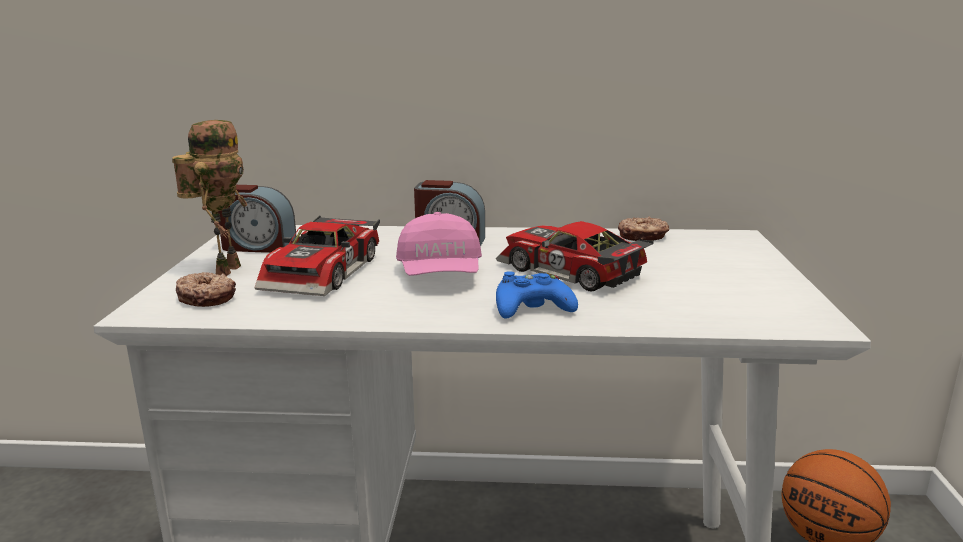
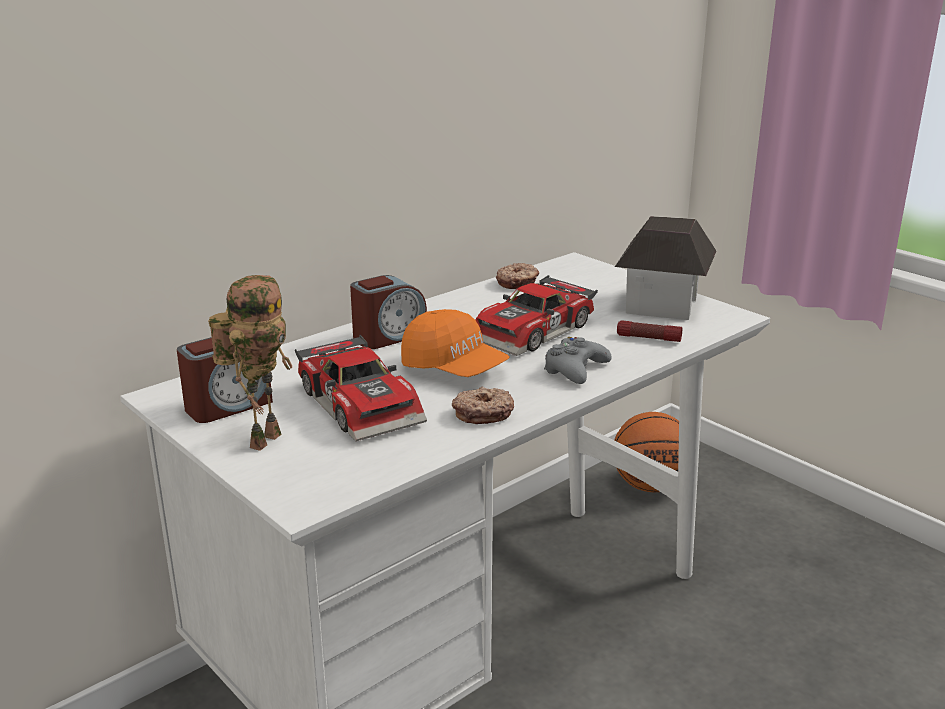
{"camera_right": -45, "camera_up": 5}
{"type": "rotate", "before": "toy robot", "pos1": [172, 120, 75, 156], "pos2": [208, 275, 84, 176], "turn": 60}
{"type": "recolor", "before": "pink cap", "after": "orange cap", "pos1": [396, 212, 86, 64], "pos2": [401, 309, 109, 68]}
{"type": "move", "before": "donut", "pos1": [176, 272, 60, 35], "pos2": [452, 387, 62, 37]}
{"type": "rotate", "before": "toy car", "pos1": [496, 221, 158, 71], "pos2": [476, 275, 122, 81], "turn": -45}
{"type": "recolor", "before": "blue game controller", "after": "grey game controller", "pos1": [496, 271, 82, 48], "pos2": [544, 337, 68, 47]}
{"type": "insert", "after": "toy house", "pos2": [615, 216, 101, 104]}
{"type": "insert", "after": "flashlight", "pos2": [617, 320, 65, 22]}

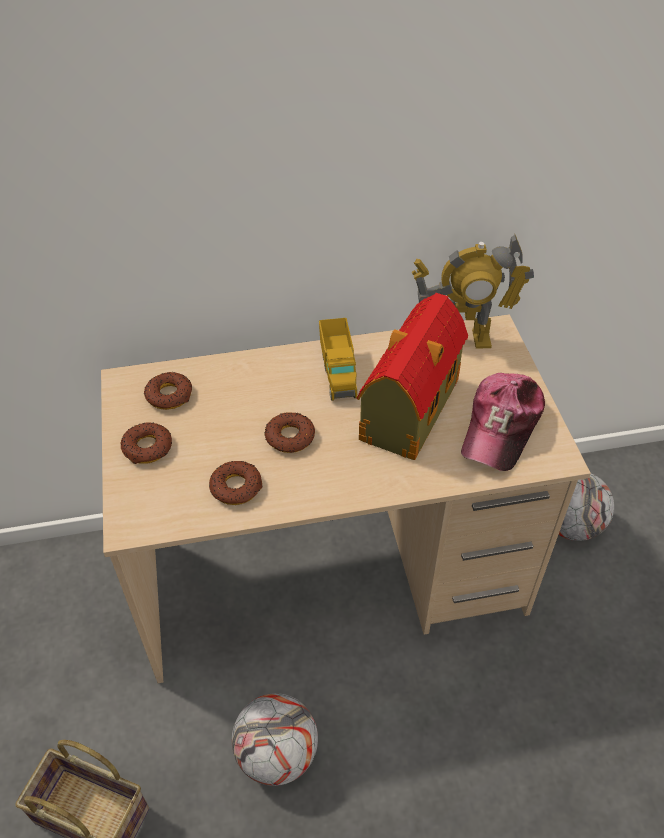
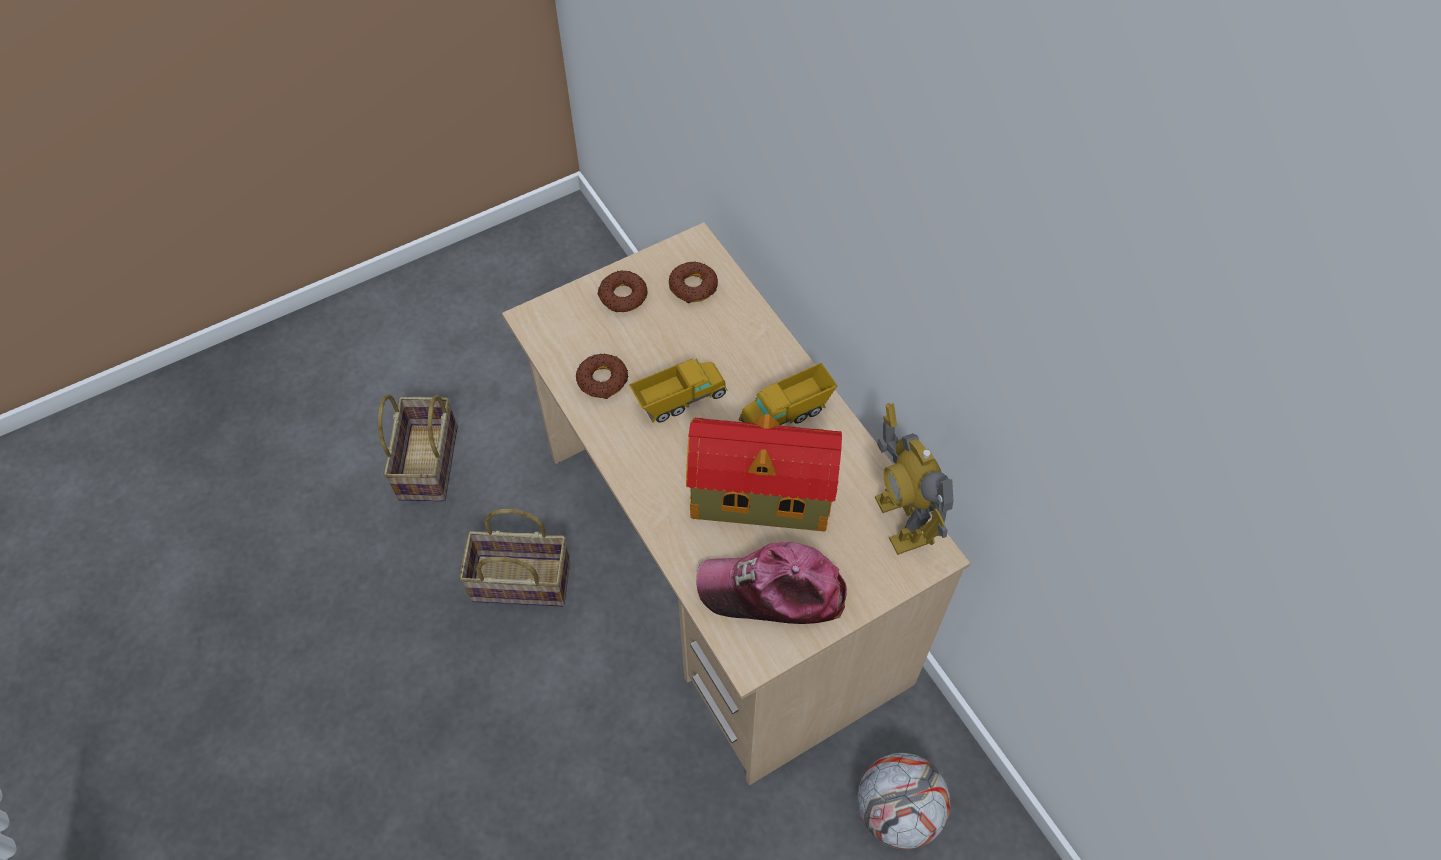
{"camera_right": 70, "camera_up": 10}
{"type": "replace", "before": "football", "after": "basket", "pos1": [232, 693, 86, 93], "pos2": [459, 509, 111, 98]}
{"type": "replace", "before": "donut", "after": "toy truck", "pos1": [264, 412, 51, 41], "pos2": [629, 359, 99, 64]}

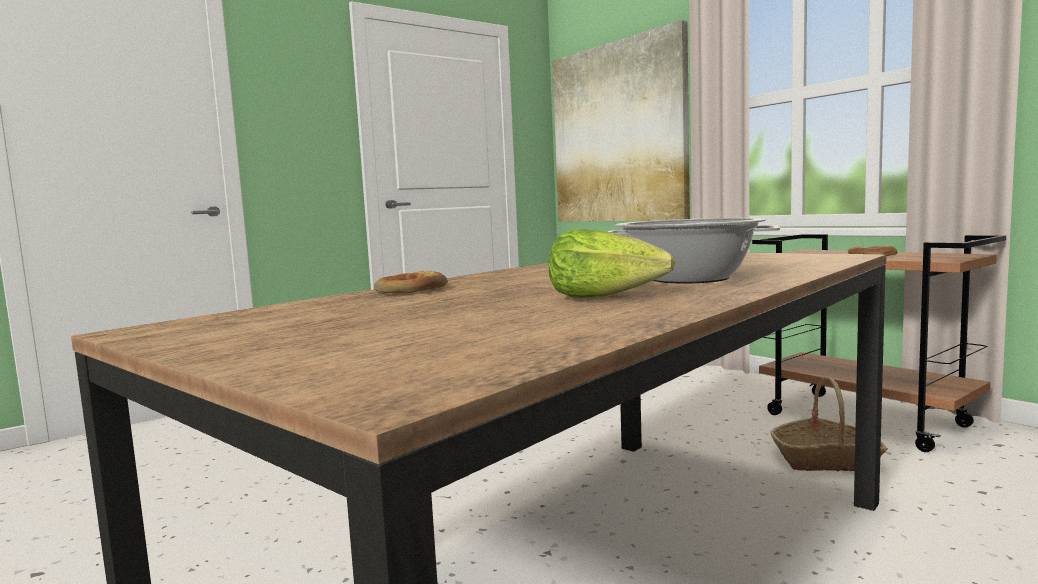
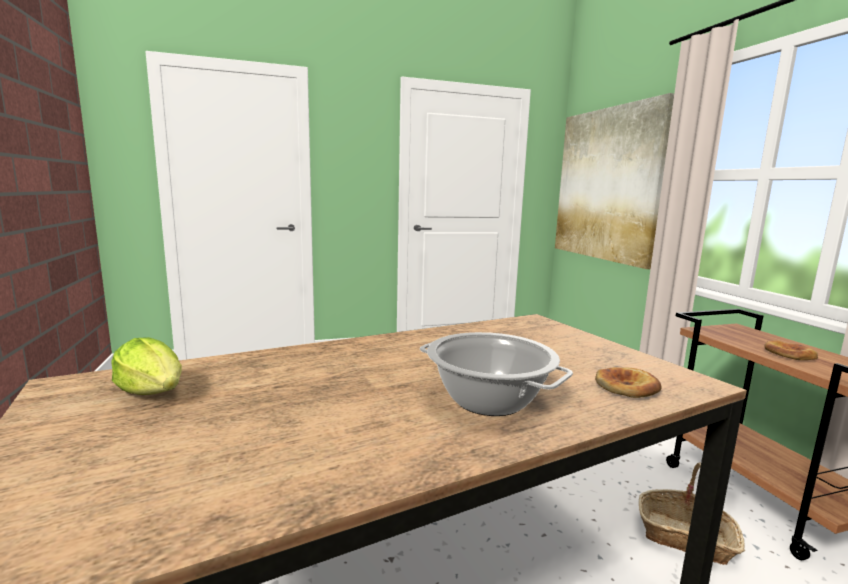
{"camera_right": 20, "camera_up": 5}
{"type": "move", "before": "lettuce", "pos1": [549, 229, 126, 69], "pos2": [111, 337, 71, 58]}
{"type": "move", "before": "bread", "pos1": [374, 271, 74, 22], "pos2": [595, 367, 67, 31]}

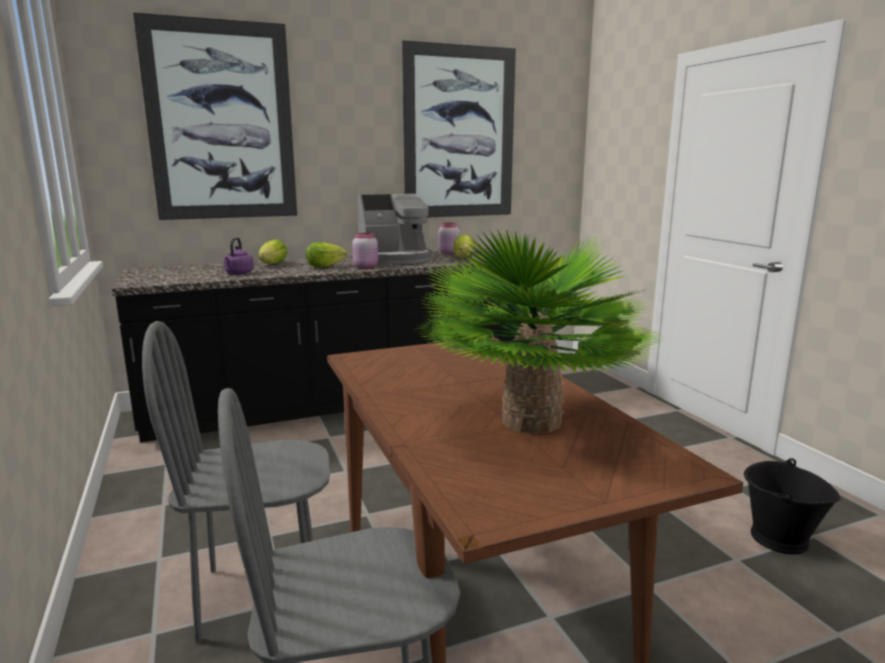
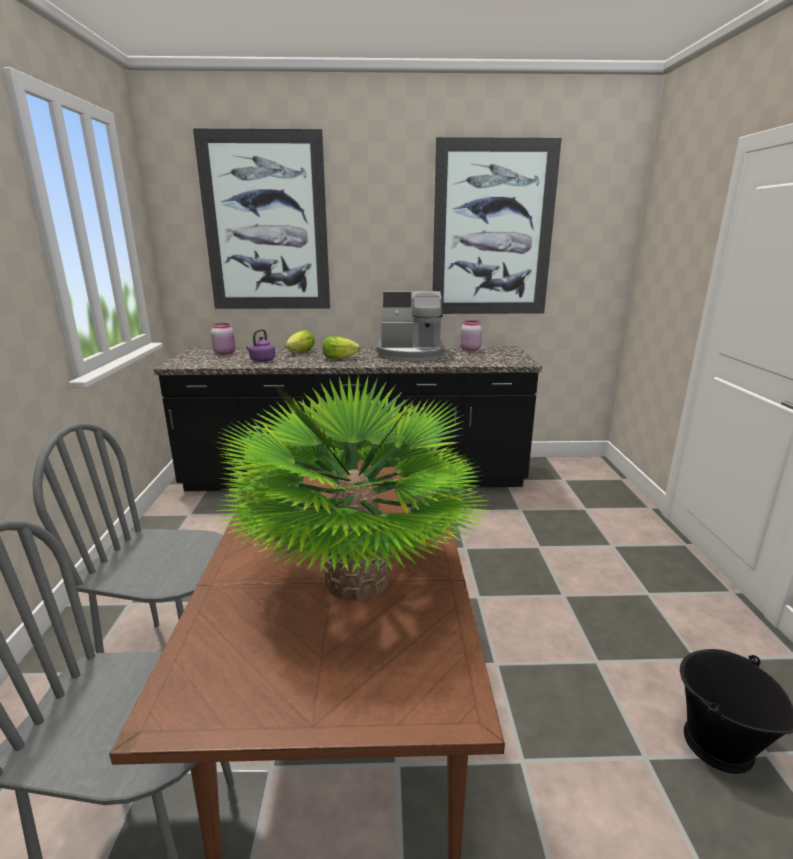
{"camera_right": 20, "camera_up": 5}
{"type": "move", "before": "pink jar", "pos1": [352, 233, 26, 36], "pos2": [211, 323, 24, 32]}
{"type": "delete", "before": "lettuce", "pos1": [453, 234, 22, 24]}

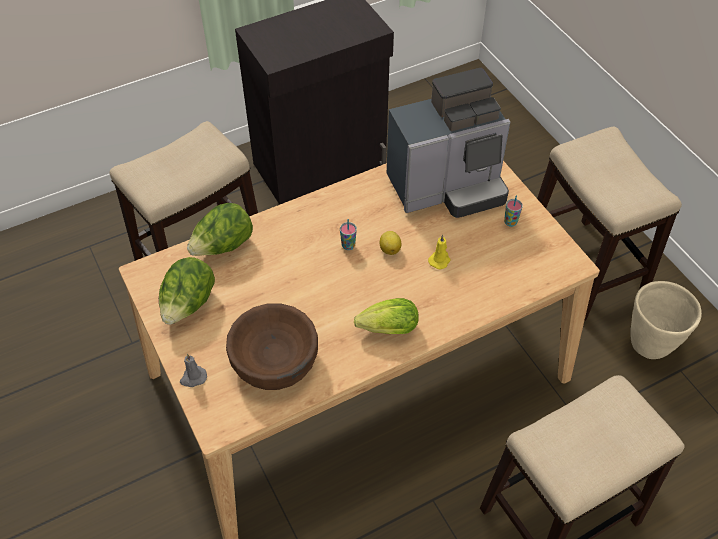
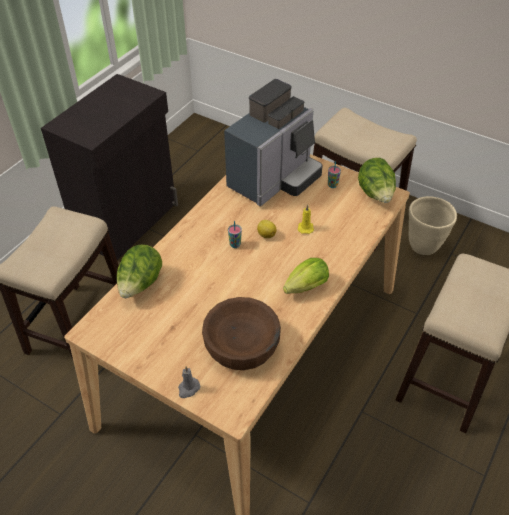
{"camera_right": -30, "camera_up": -5}
{"type": "move", "before": "lettuce", "pos1": [159, 257, 56, 68], "pos2": [358, 158, 38, 45]}

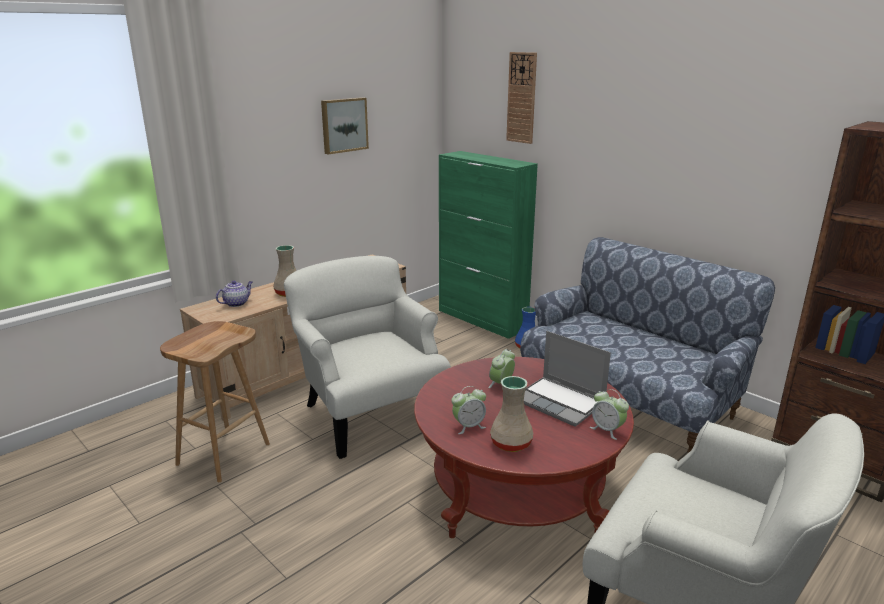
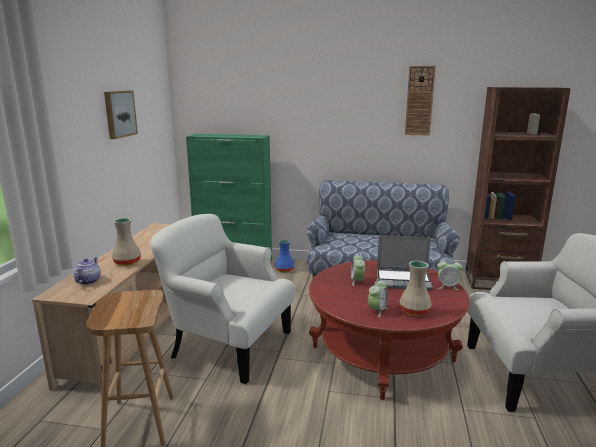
{"camera_right": -35, "camera_up": -5}
{"type": "move", "before": "wall clock", "pos1": [506, 52, 31, 92], "pos2": [405, 66, 31, 70]}

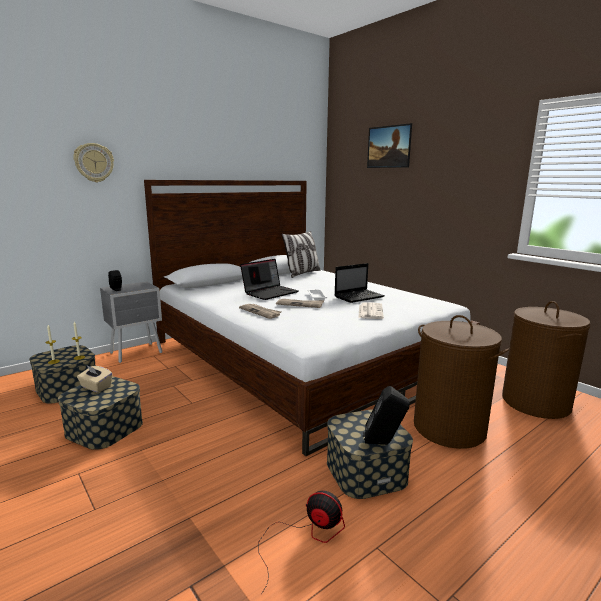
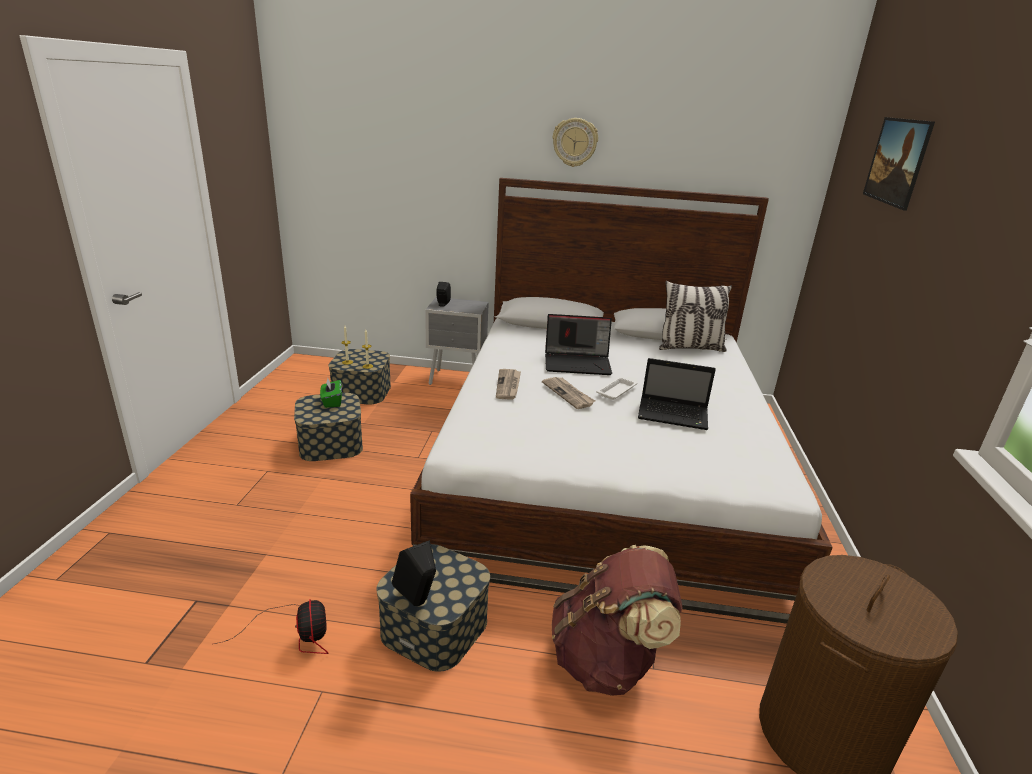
{"camera_right": 45, "camera_up": 10}
{"type": "recolor", "before": "beige tissue box", "after": "green tissue box", "pos1": [77, 366, 35, 27], "pos2": [320, 377, 22, 31]}
{"type": "replace", "before": "brown laundry basket", "after": "brown backpack", "pos1": [414, 315, 95, 134], "pos2": [552, 545, 131, 150]}
{"type": "move", "before": "wall clock", "pos1": [73, 143, 41, 39], "pos2": [553, 118, 45, 49]}
{"type": "delete", "before": "newspaper", "pos1": [359, 302, 25, 17]}

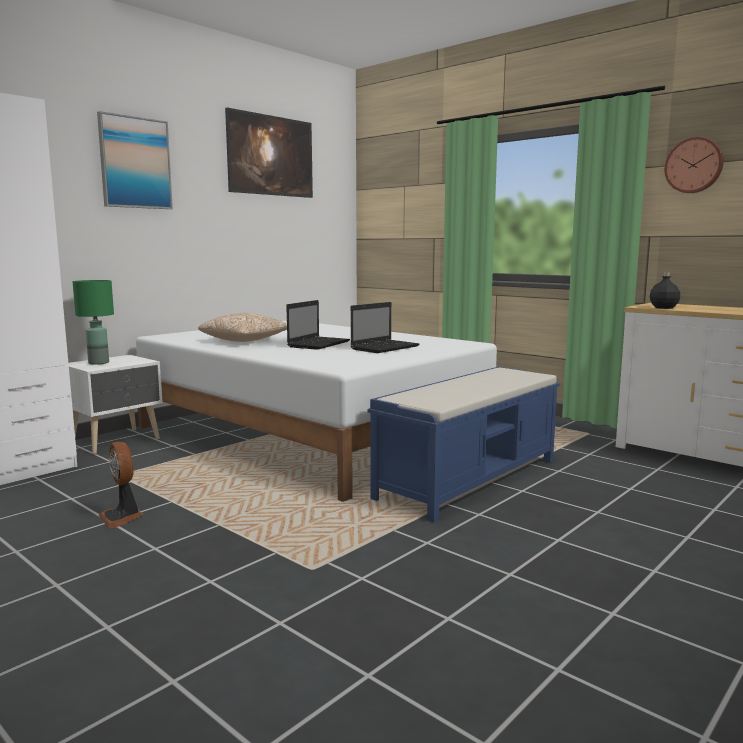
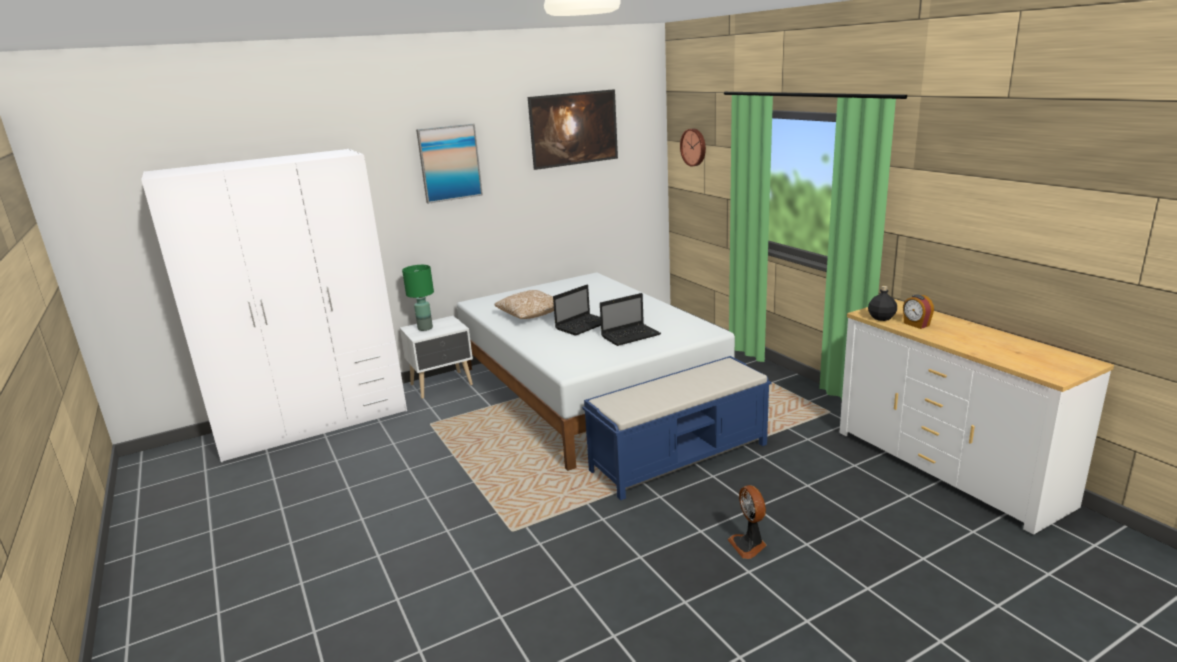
{"camera_right": 20, "camera_up": 10}
{"type": "move", "before": "wall clock", "pos1": [664, 137, 60, 56], "pos2": [680, 128, 26, 39]}
{"type": "move", "before": "fan", "pos1": [99, 442, 44, 86], "pos2": [727, 485, 40, 74]}
{"type": "insert", "after": "alarm clock", "pos2": [903, 295, 31, 34]}

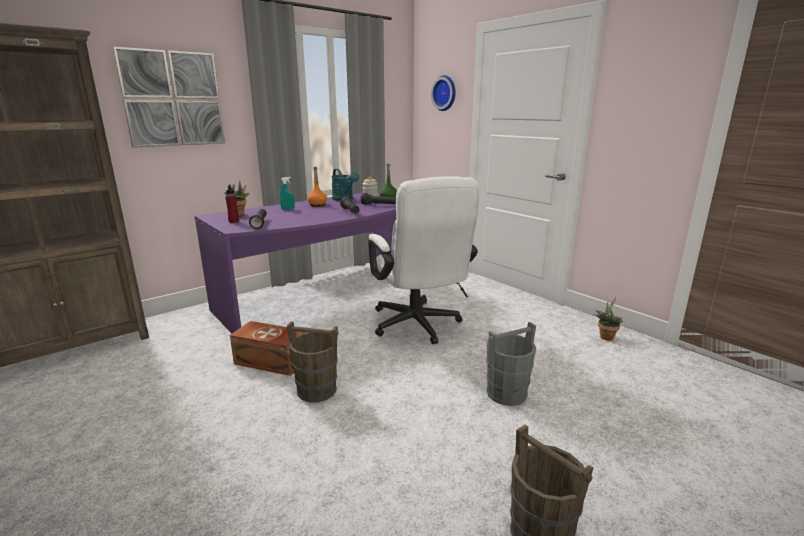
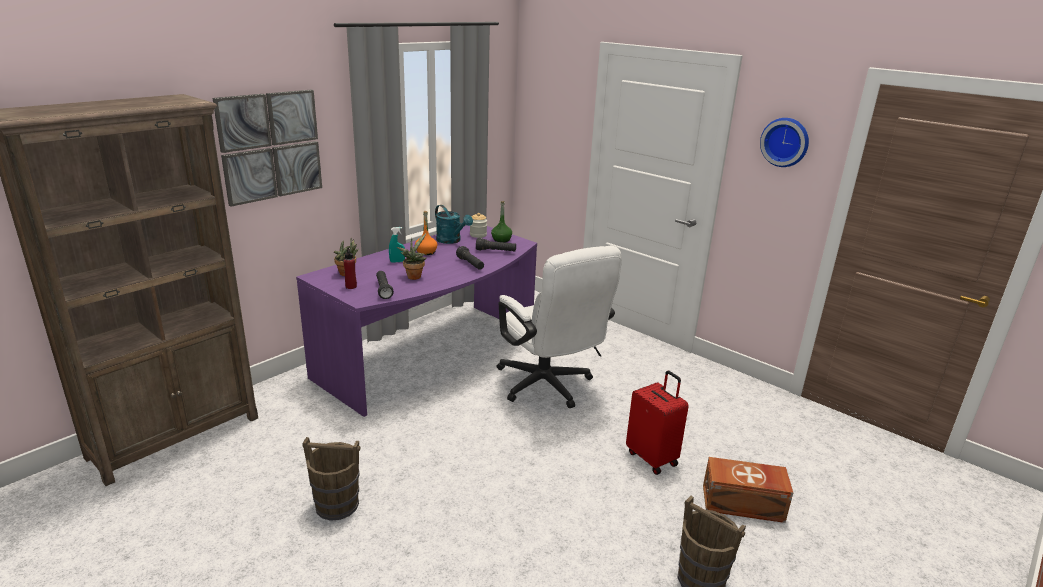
{"camera_right": -10, "camera_up": 5}
{"type": "move", "before": "brown bucket", "pos1": [287, 321, 51, 81], "pos2": [302, 437, 58, 84]}
{"type": "move", "before": "potted plant", "pos1": [595, 297, 28, 44], "pos2": [397, 234, 30, 46]}
{"type": "replace", "before": "grey bucket", "after": "red suitcase", "pos1": [486, 322, 50, 84], "pos2": [626, 371, 63, 104]}
{"type": "move", "before": "brown storage box", "pos1": [230, 321, 76, 55], "pos2": [703, 457, 90, 66]}
{"type": "move", "before": "wall clock", "pos1": [431, 75, 25, 36], "pos2": [760, 118, 49, 49]}

